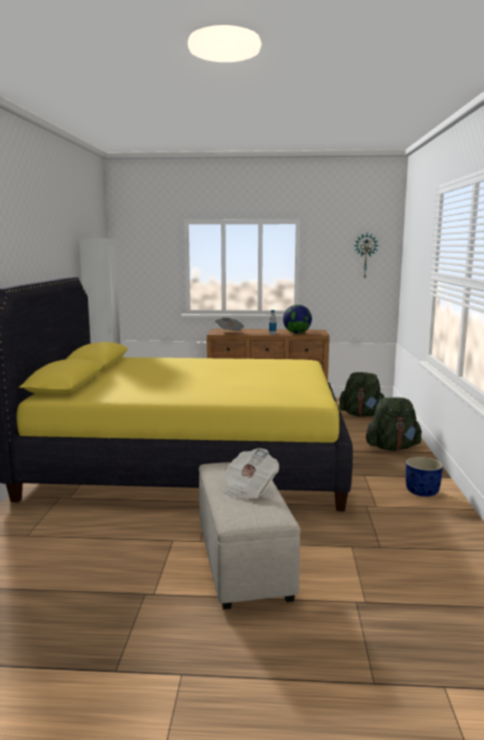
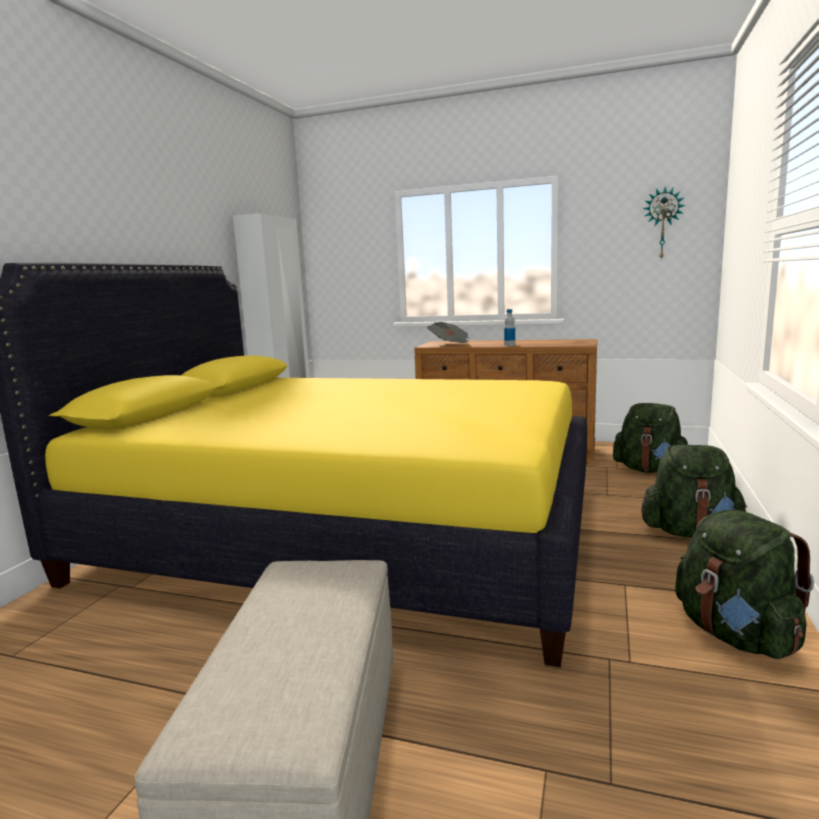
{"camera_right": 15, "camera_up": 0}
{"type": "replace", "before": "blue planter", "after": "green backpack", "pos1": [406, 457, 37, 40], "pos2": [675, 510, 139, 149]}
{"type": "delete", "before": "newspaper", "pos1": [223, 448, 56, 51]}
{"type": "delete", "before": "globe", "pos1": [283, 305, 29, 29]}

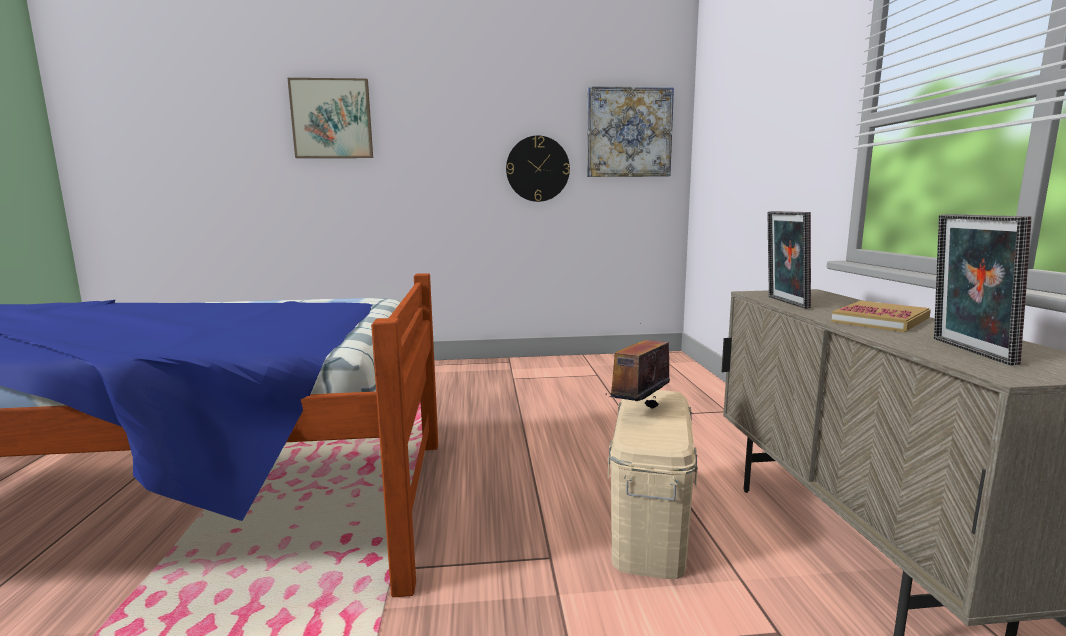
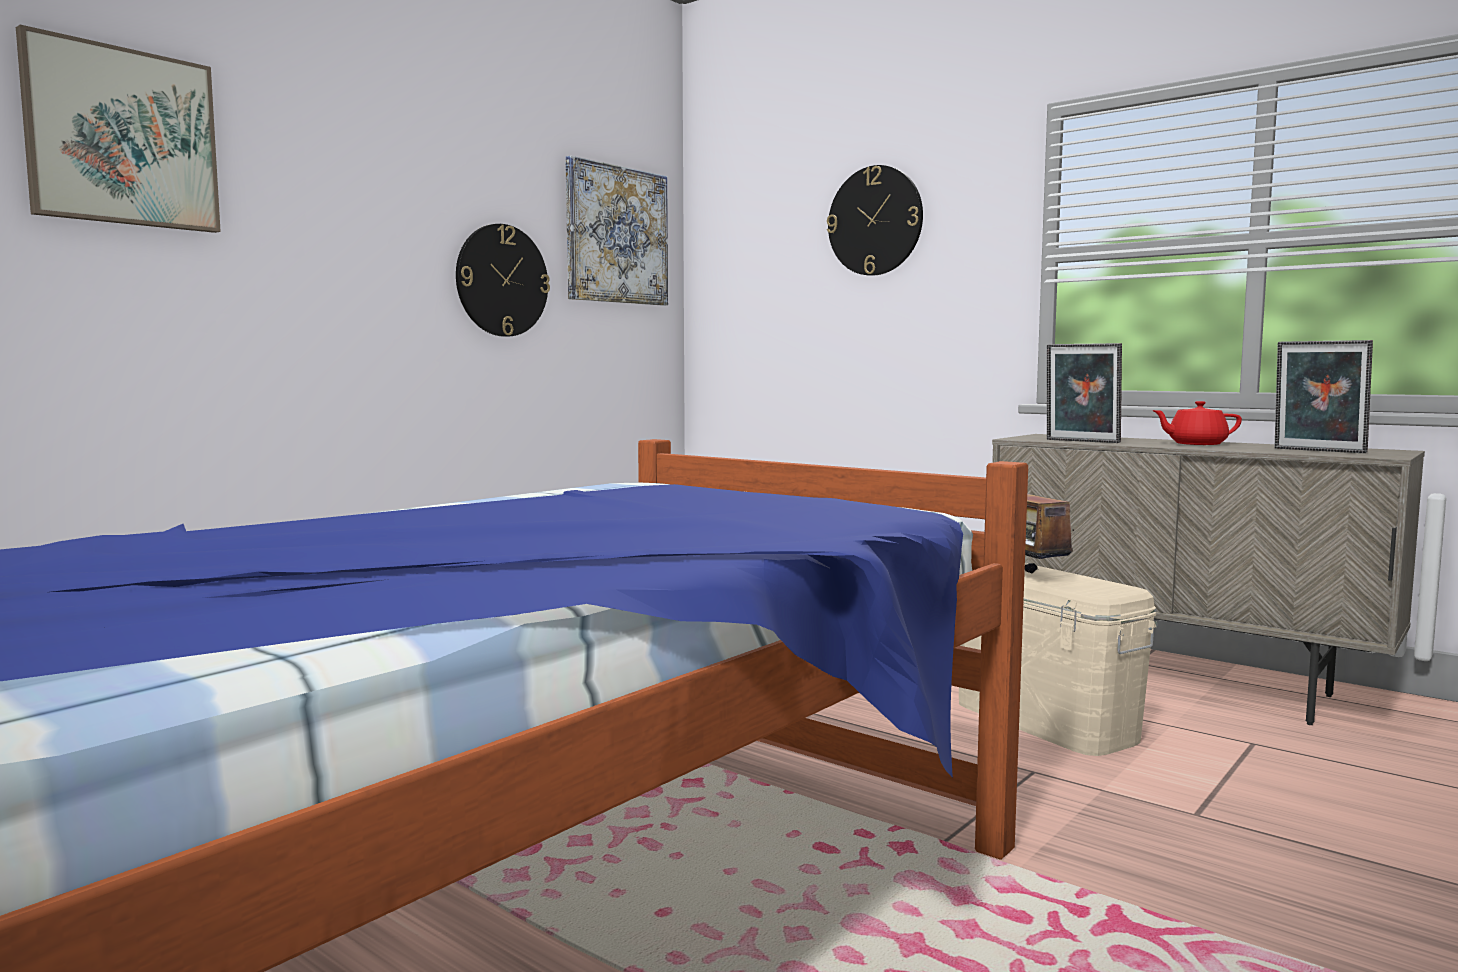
{"camera_right": -45, "camera_up": -5}
{"type": "insert", "after": "wall clock", "pos2": [827, 165, 96, 111]}
{"type": "replace", "before": "book", "after": "red teapot", "pos1": [831, 301, 100, 31], "pos2": [1152, 401, 90, 44]}

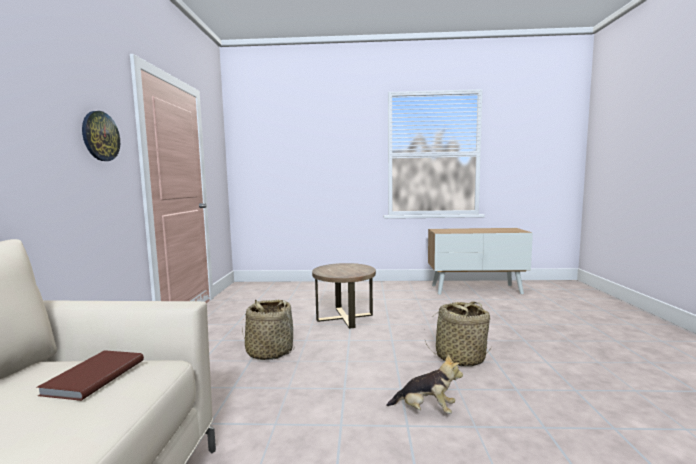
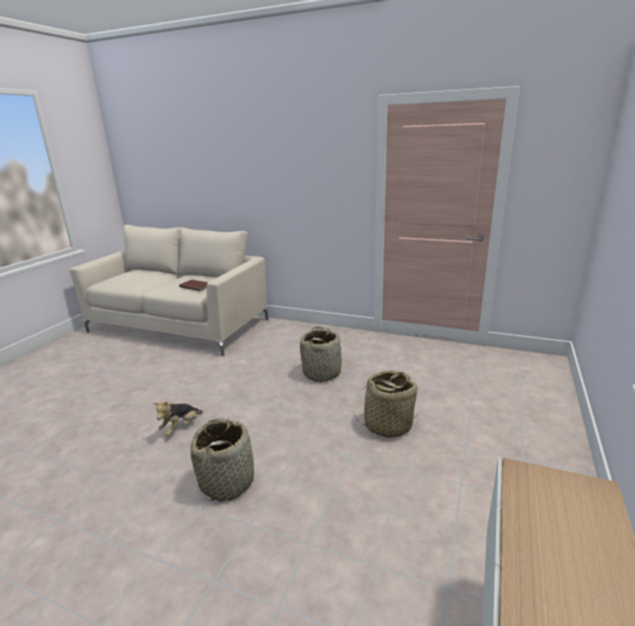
{"camera_right": 110, "camera_up": 15}
{"type": "replace", "before": "brown side table", "after": "basket", "pos1": [312, 263, 64, 66], "pos2": [353, 370, 65, 68]}
{"type": "delete", "before": "wall clock", "pos1": [82, 111, 38, 50]}

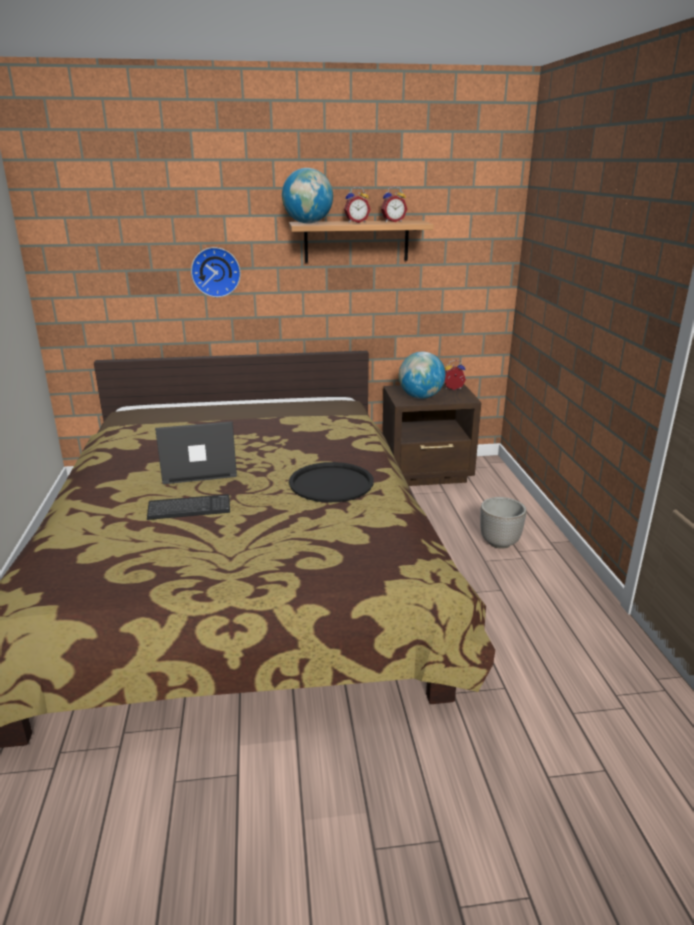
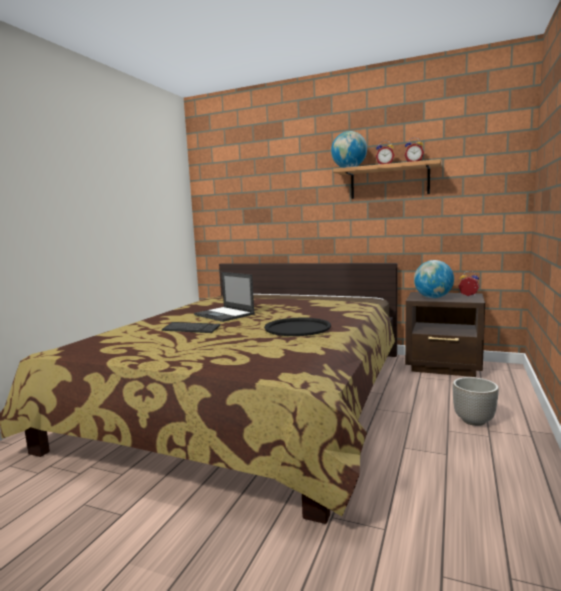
{"camera_right": 30, "camera_up": -15}
{"type": "rotate", "before": "laptop", "pos1": [155, 421, 82, 63], "pos2": [194, 272, 61, 50], "turn": -150}
{"type": "delete", "before": "wall clock", "pos1": [191, 247, 50, 50]}

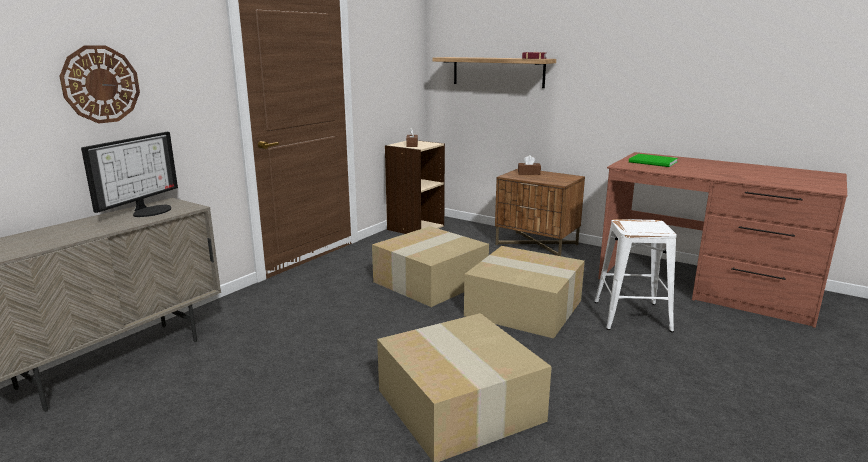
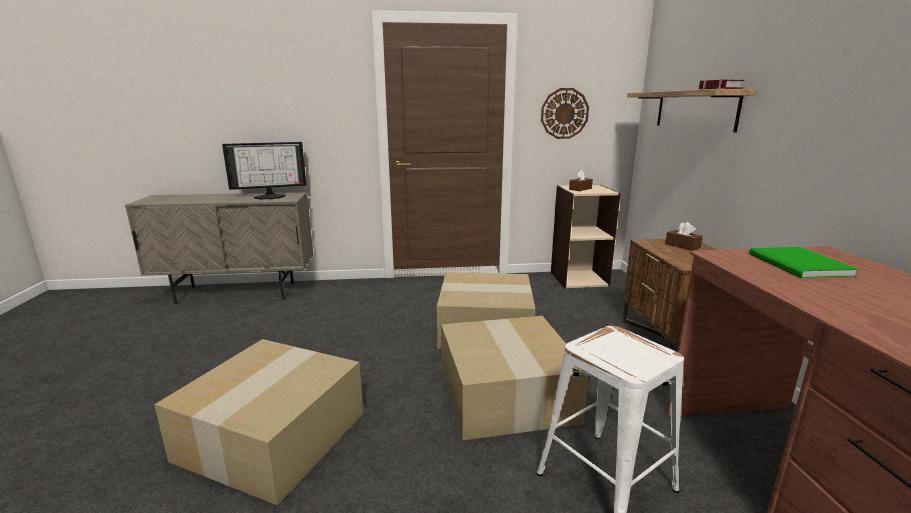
{"camera_right": 50, "camera_up": 0}
{"type": "move", "before": "wall clock", "pos1": [59, 45, 81, 78], "pos2": [541, 88, 48, 51]}

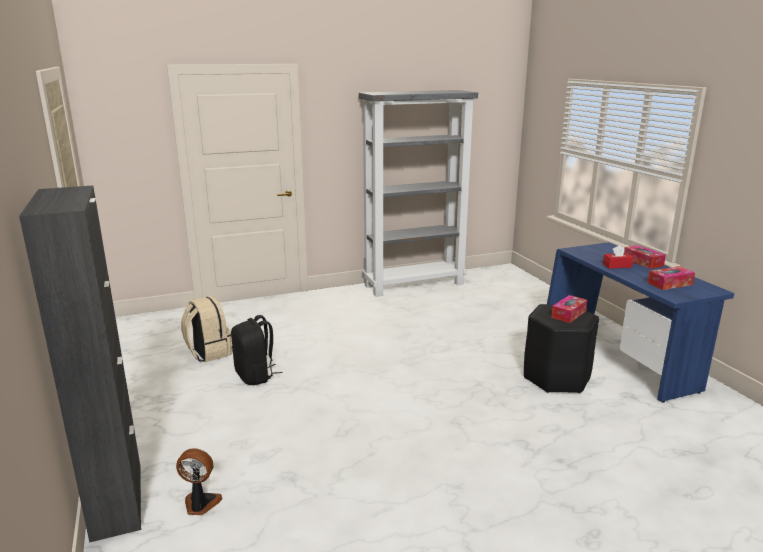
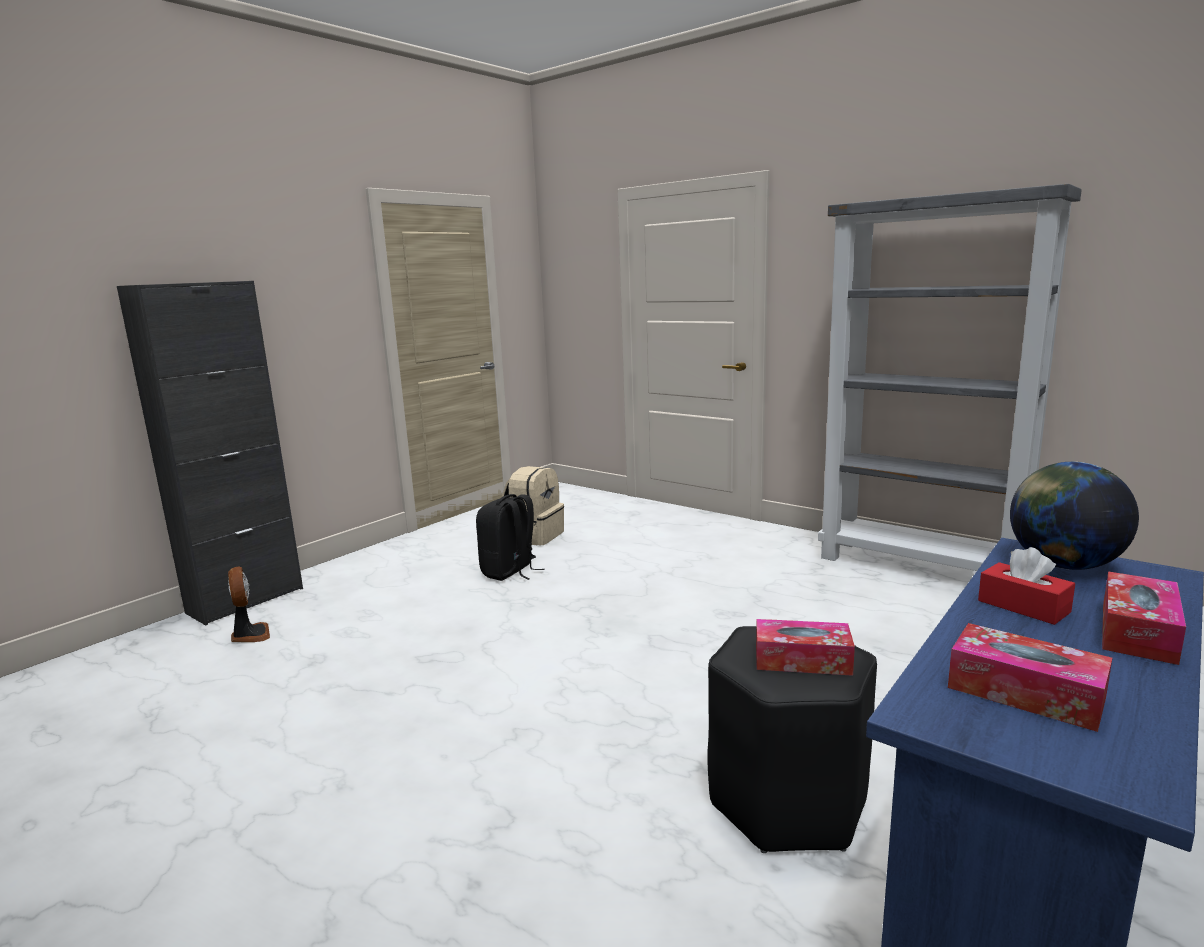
{"camera_right": 60, "camera_up": -5}
{"type": "insert", "after": "globe", "pos2": [1010, 462, 129, 108]}

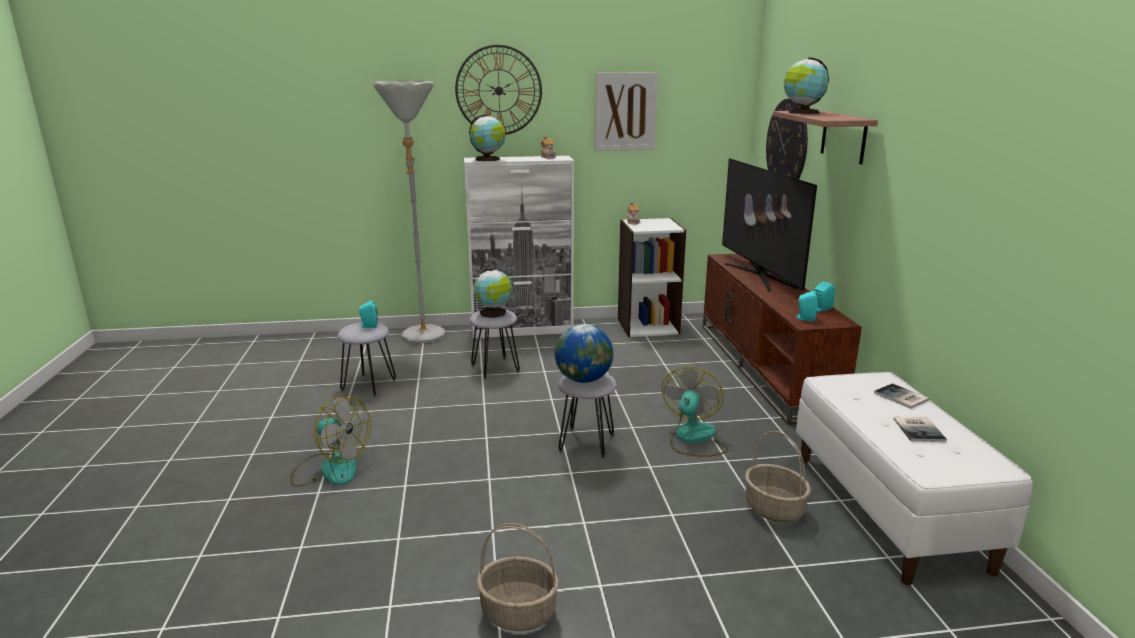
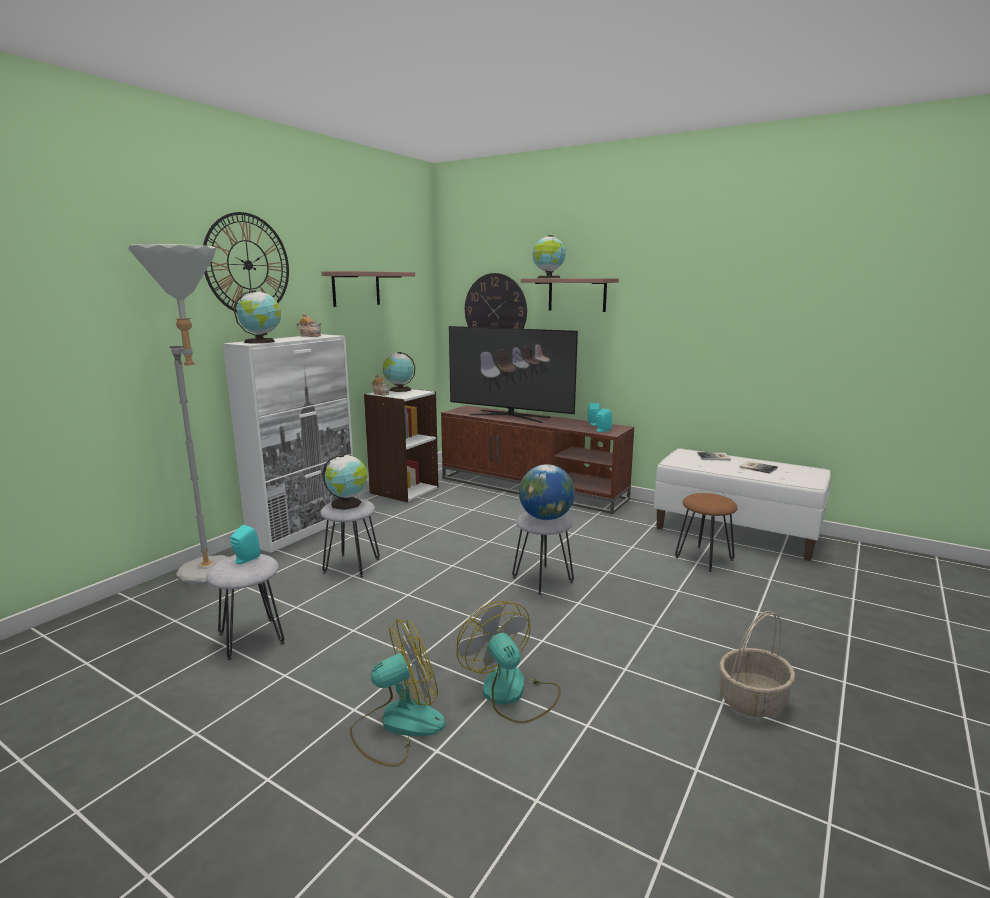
{"camera_right": -50, "camera_up": -5}
{"type": "replace", "before": "picture", "after": "shelf", "pos1": [595, 72, 63, 79], "pos2": [321, 271, 94, 36]}
{"type": "insert", "after": "globe", "pos2": [383, 352, 33, 40]}
{"type": "move", "before": "fan", "pos1": [662, 367, 67, 90], "pos2": [457, 601, 104, 123]}
{"type": "replace", "before": "basket", "after": "brown stool", "pos1": [745, 431, 66, 92], "pos2": [675, 493, 63, 79]}

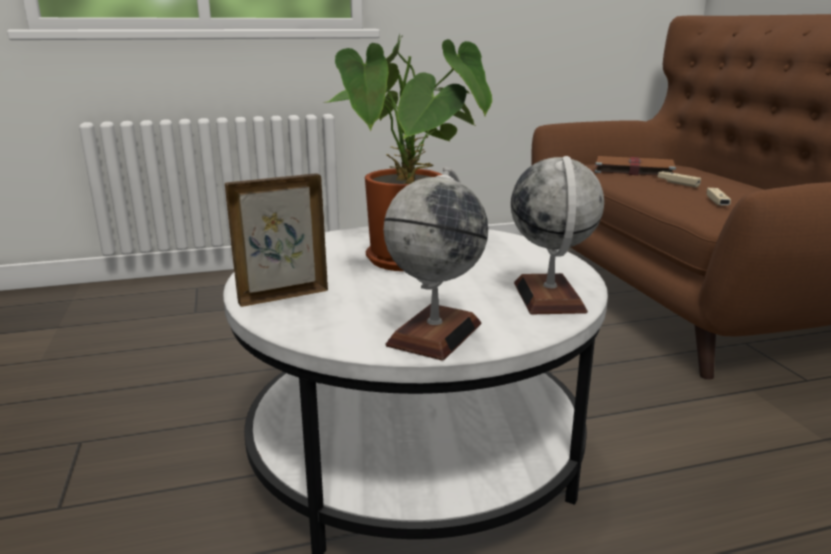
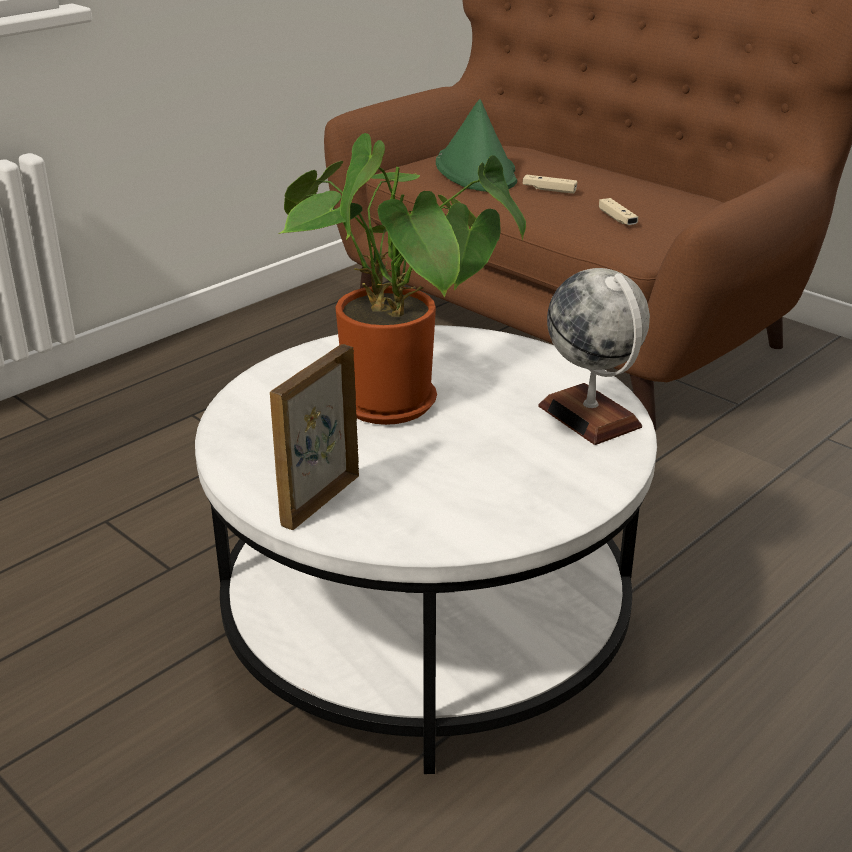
{"camera_right": -30, "camera_up": 10}
{"type": "replace", "before": "brown book", "after": "green hat", "pos1": [591, 156, 85, 20], "pos2": [436, 99, 81, 93]}
{"type": "delete", "before": "globe", "pos1": [383, 167, 105, 194]}

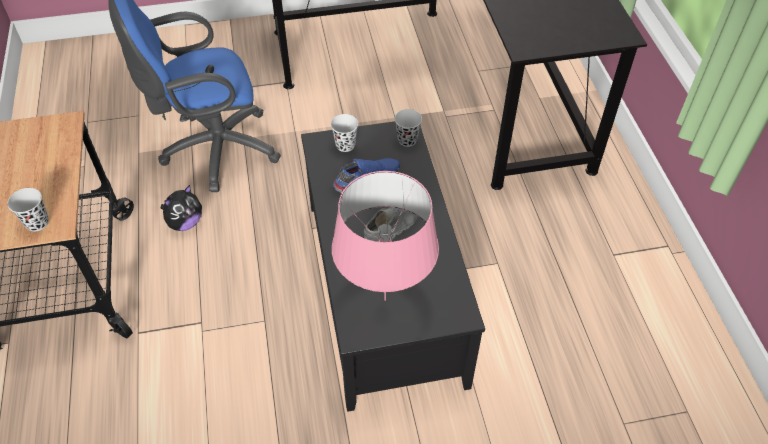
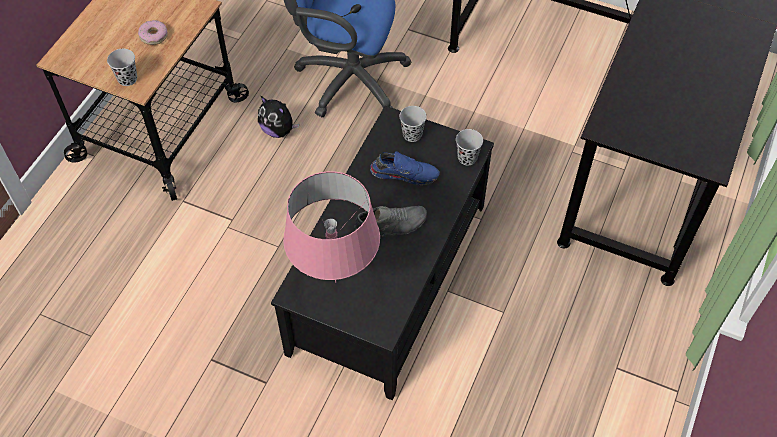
{"camera_right": 35, "camera_up": 5}
{"type": "insert", "after": "donut", "pos2": [138, 20, 30, 25]}
{"type": "rotate", "before": "plush toy", "pos1": [161, 185, 41, 46], "pos2": [258, 96, 41, 42], "turn": 45}

